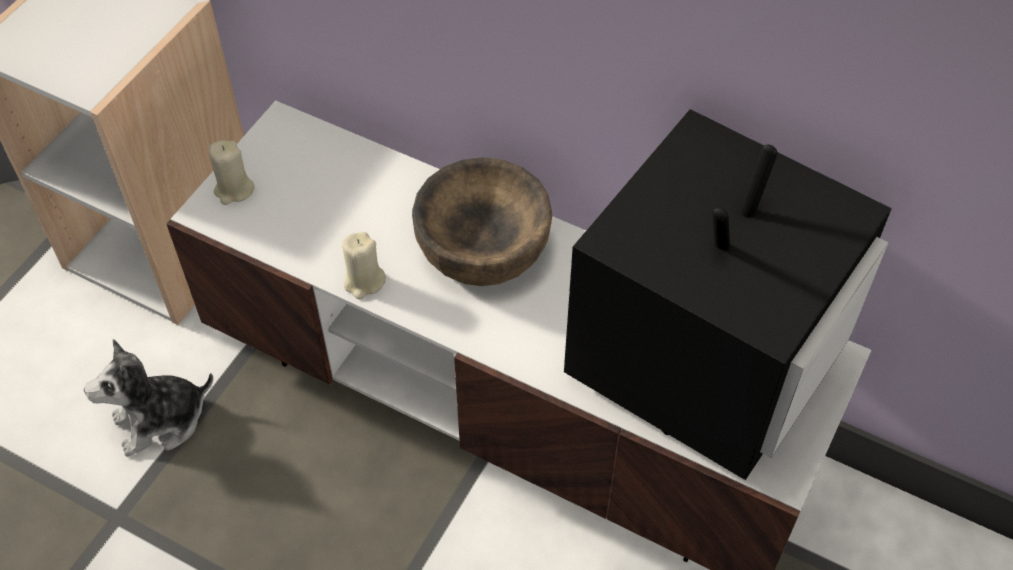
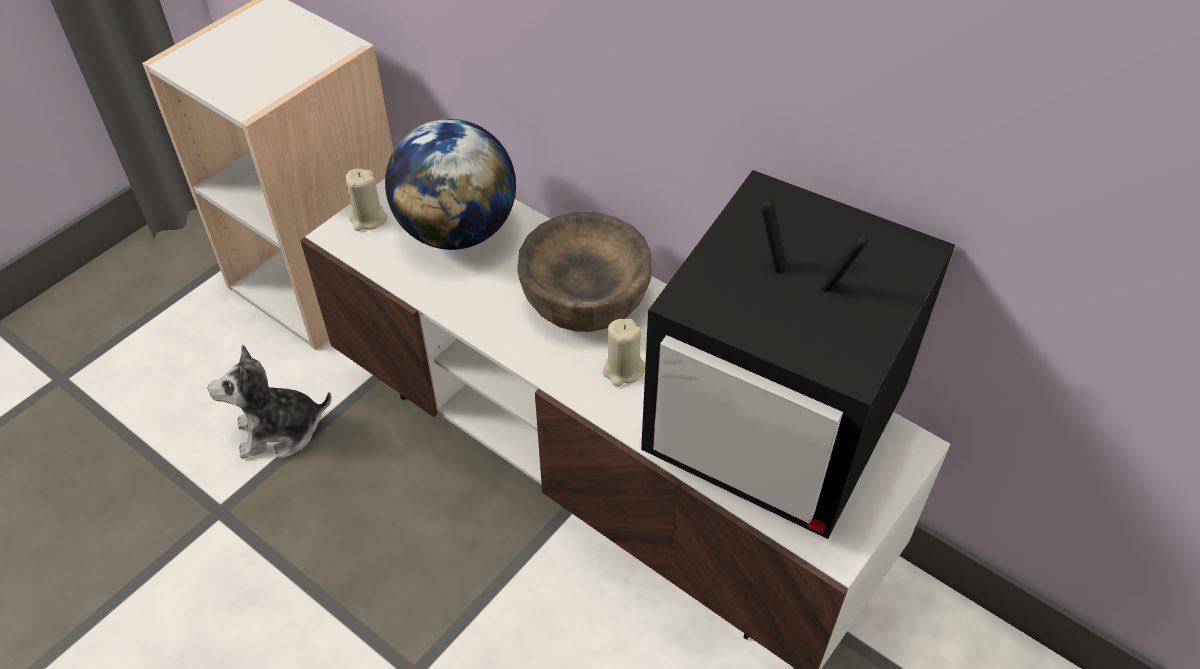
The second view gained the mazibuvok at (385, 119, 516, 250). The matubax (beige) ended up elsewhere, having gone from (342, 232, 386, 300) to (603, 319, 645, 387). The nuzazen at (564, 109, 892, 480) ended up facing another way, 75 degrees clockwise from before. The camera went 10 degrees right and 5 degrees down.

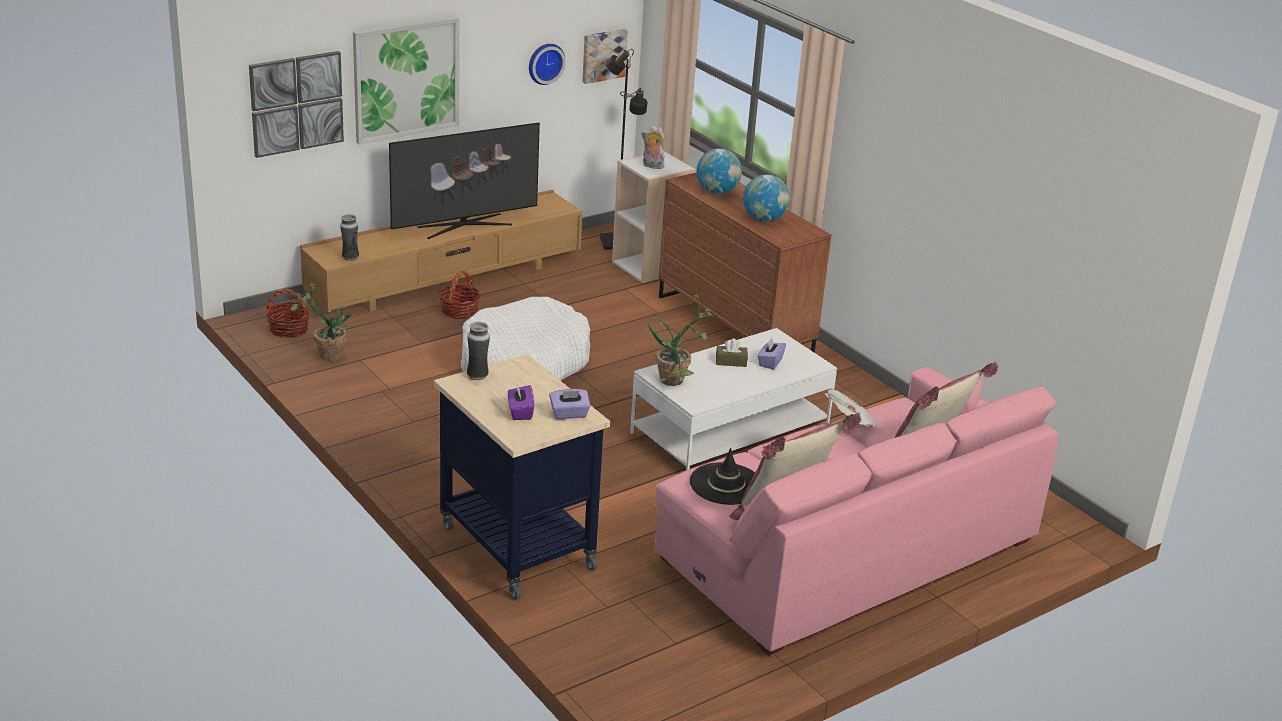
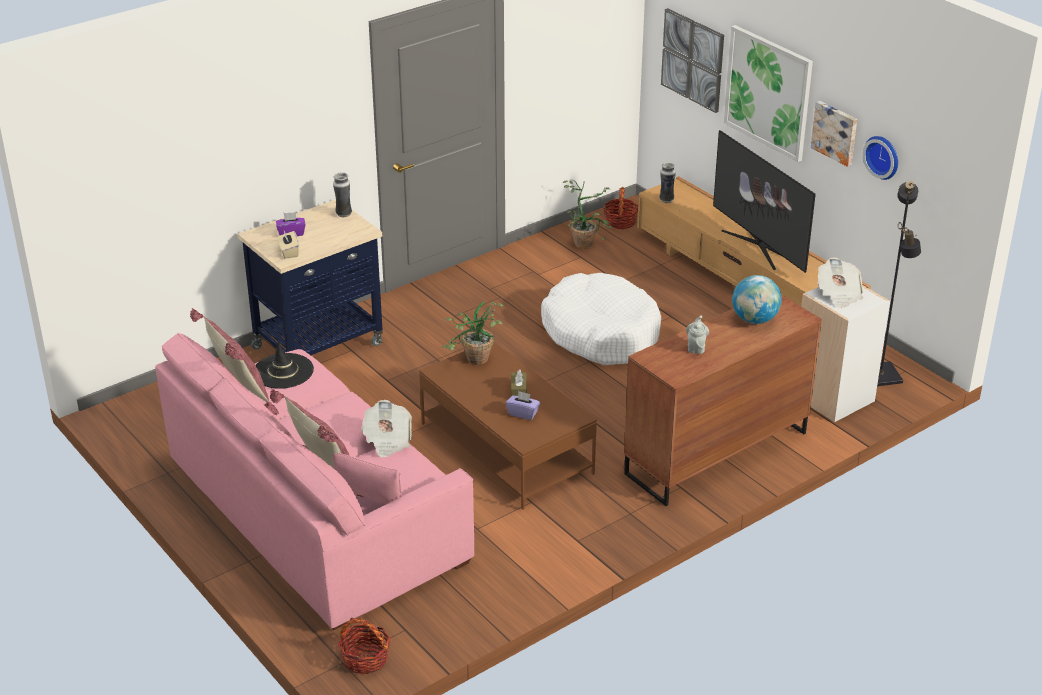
The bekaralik ended up elsewhere, having gone from (439, 271, 481, 319) to (338, 618, 390, 674). The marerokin ended up elsewhere, having gone from (583, 29, 628, 84) to (811, 101, 857, 167). Where the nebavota stood at (641, 126, 667, 169), the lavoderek came to stand at (817, 257, 863, 308). Where the mazibuvok stood at (743, 175, 790, 222), the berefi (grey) came to stand at (686, 315, 709, 354). What was the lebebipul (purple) at (549, 389, 590, 419) turned into the lebebipul (beige) at (278, 231, 299, 259). What was the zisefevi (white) at (630, 328, 837, 471) turned into the zisefevi (brown) at (419, 342, 597, 510). The camera went 90 degrees right and 5 degrees up.

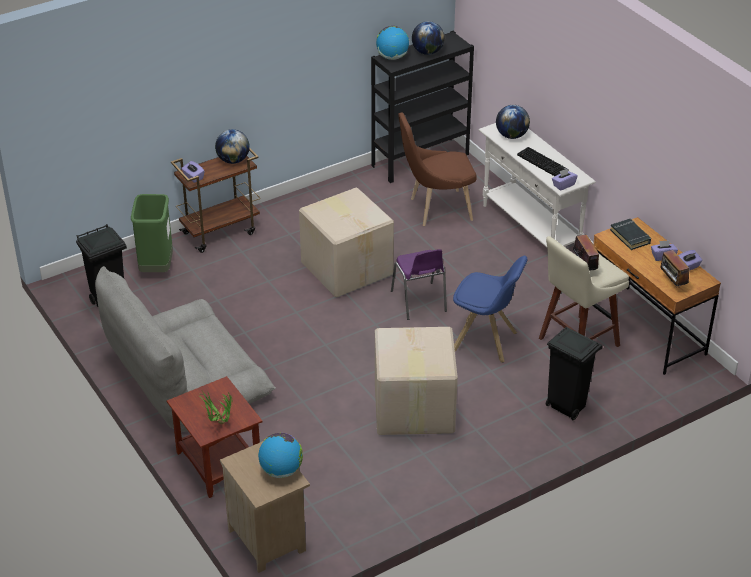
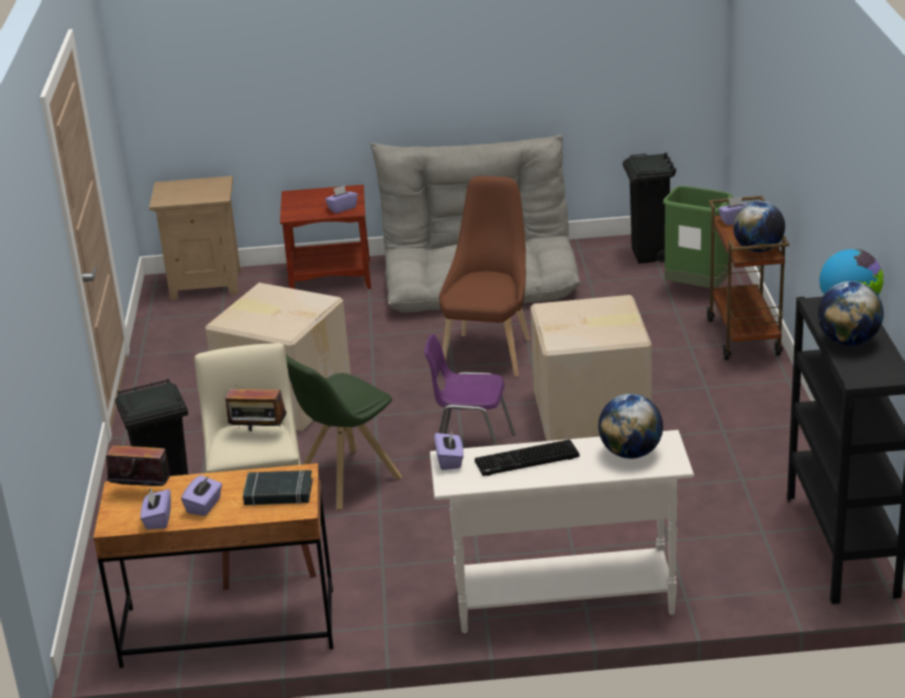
The second view lost the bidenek at (201, 391, 232, 424). The second view lost the mazibuvok at (258, 433, 303, 478). The second view gained the lebebipul (purple) at (325, 185, 358, 213). The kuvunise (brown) ended up elsewhere, having gone from (398, 112, 477, 226) to (439, 176, 530, 377). What was the kuvunise (blue) at (453, 256, 527, 363) turned into the kuvunise (green) at (286, 355, 402, 510). The camera went 120 degrees right and 10 degrees down.

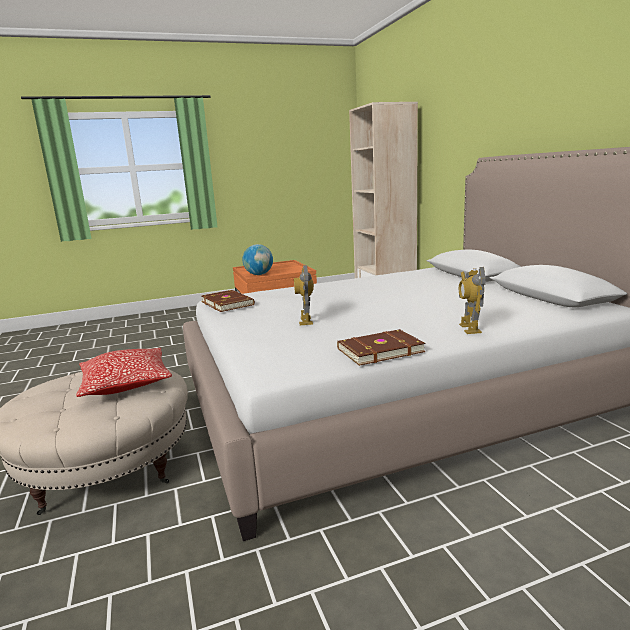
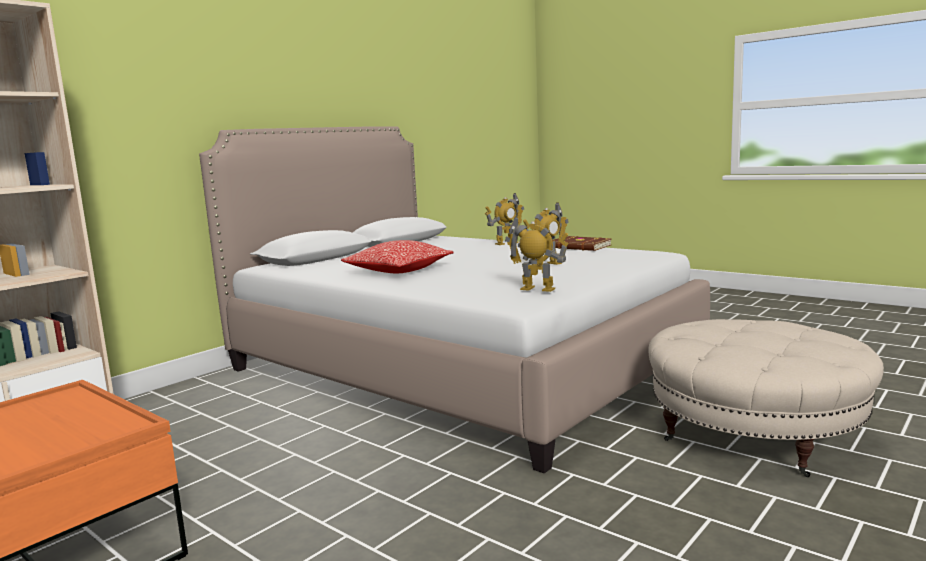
The second view lost the mazibuvok at (242, 244, 273, 275). The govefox ended up elsewhere, having gone from (77, 348, 172, 397) to (341, 240, 454, 273). Where the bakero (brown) stood at (202, 290, 255, 312), the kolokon came to stand at (505, 216, 569, 292). The camera went 120 degrees left and 5 degrees down.

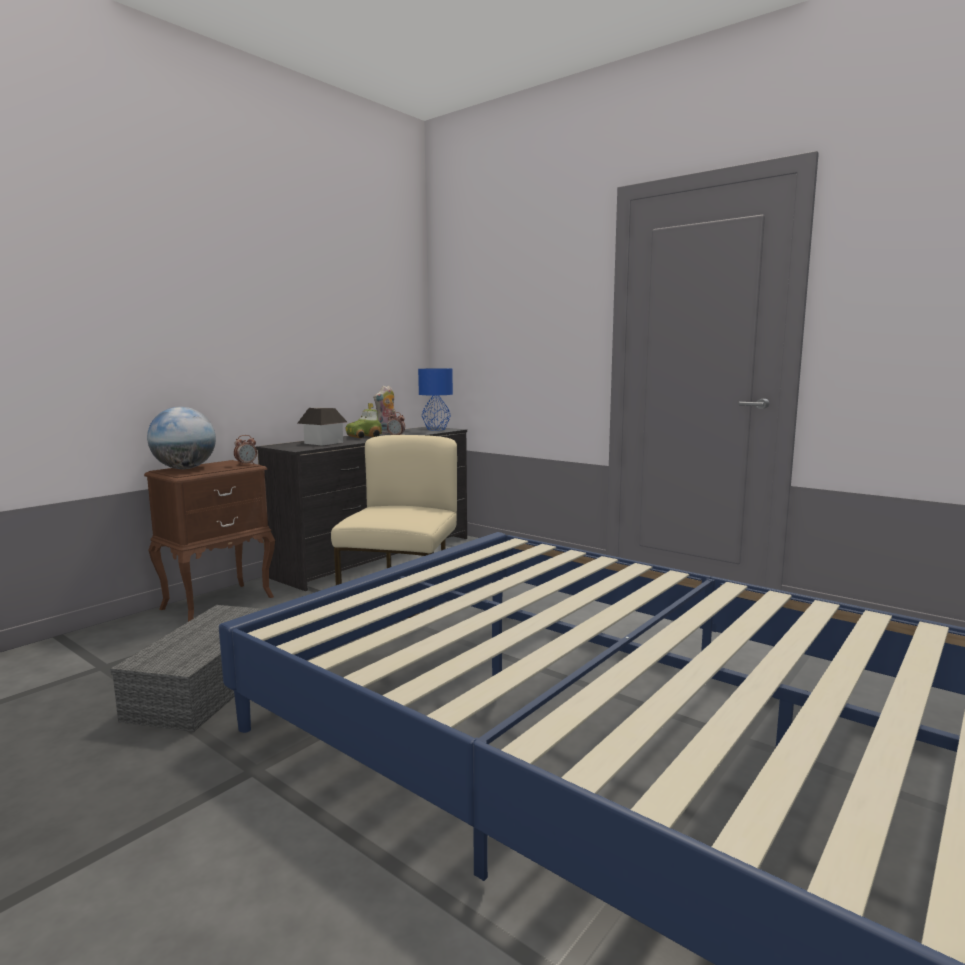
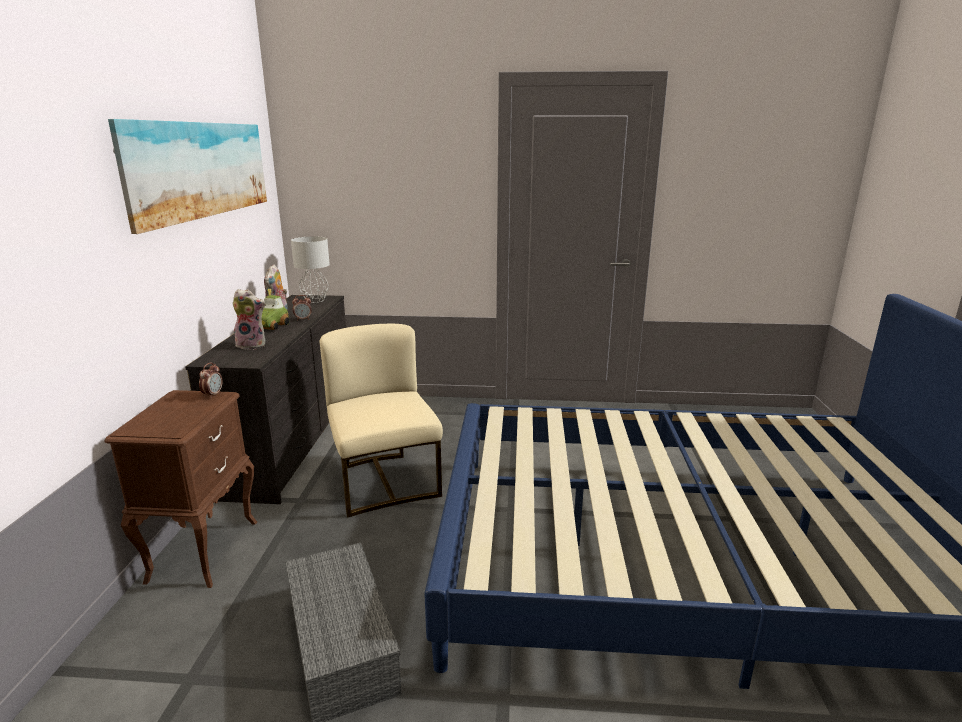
The second view lost the mazibuvok at (147, 407, 216, 469). The second view gained the marerokin at (108, 119, 267, 234). Where the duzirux stood at (297, 408, 348, 446), the nebavota came to stand at (232, 289, 265, 350). What was the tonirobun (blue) at (418, 368, 453, 430) turned into the tonirobun (grey) at (291, 236, 330, 303). The camera went 35 degrees left and 10 degrees up.

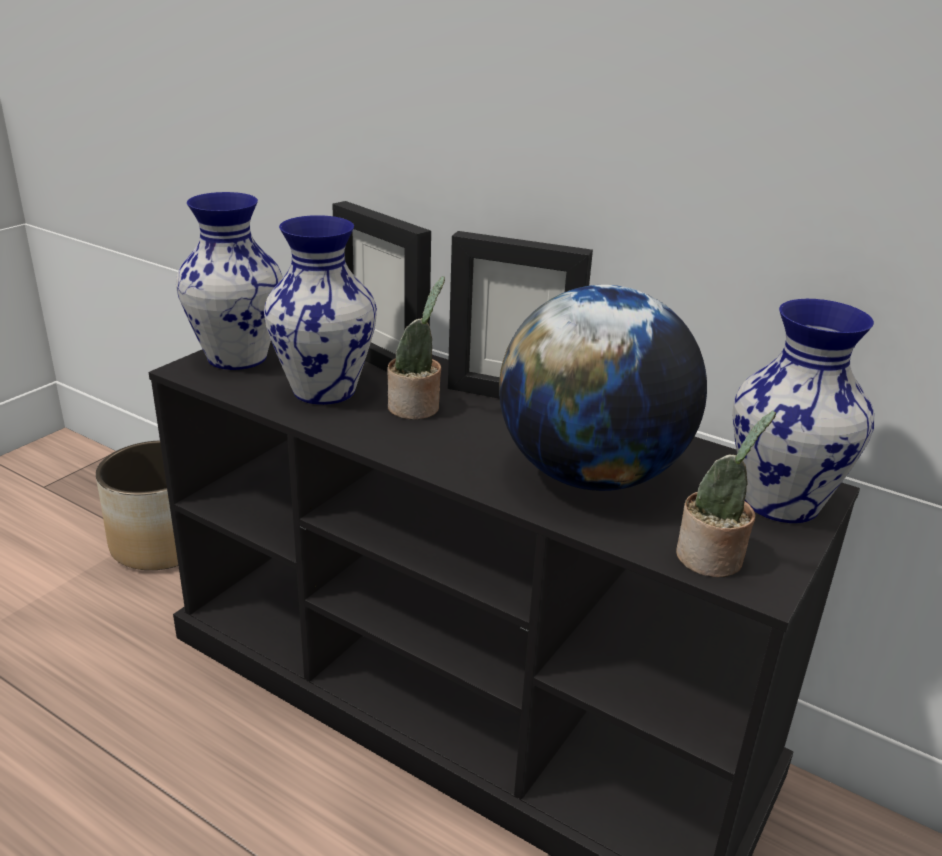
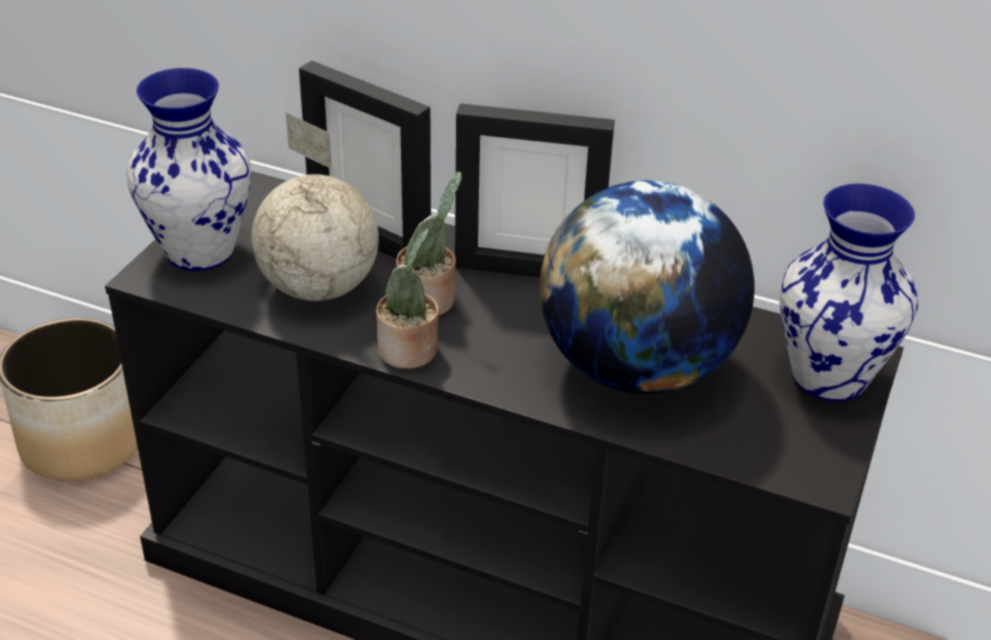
The bidenek ended up elsewhere, having gone from (676, 411, 776, 577) to (376, 229, 439, 369). Where the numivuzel stood at (264, 215, 377, 405), the mazibuvok came to stand at (252, 112, 379, 301). The camera went 10 degrees left and 10 degrees up.

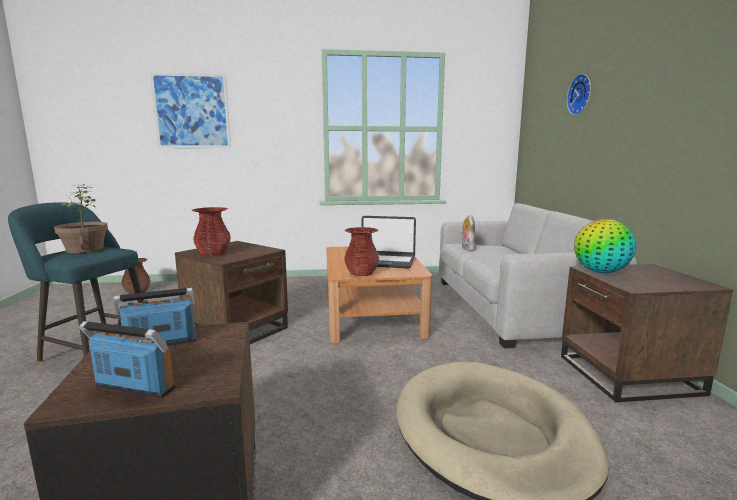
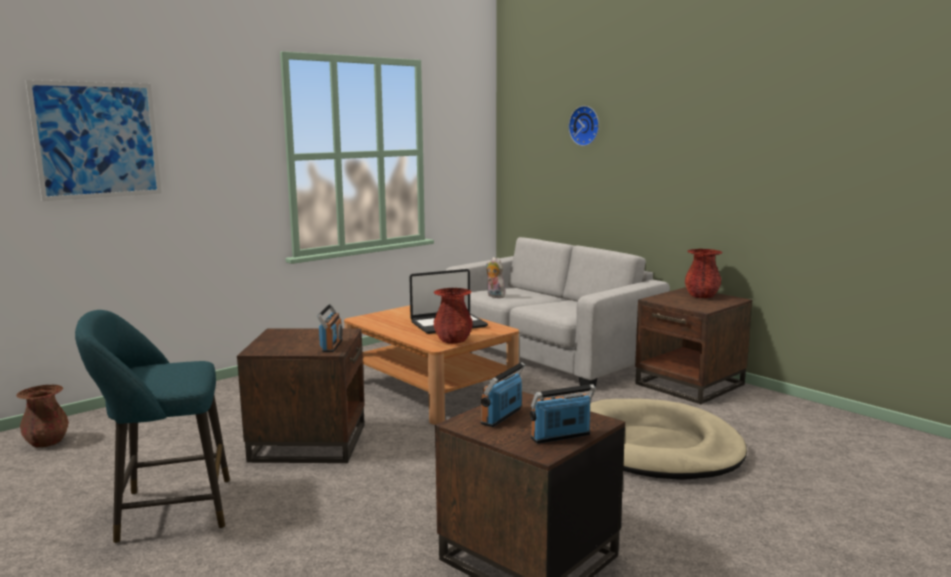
The second view lost the bidenek at (54, 184, 108, 253). The second view lost the mazibuvok at (574, 219, 636, 273). The second view gained the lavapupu at (317, 304, 343, 352). The numivuzel (red) ended up elsewhere, having gone from (192, 207, 231, 256) to (685, 249, 723, 298). The camera went 35 degrees left and 0 degrees up.

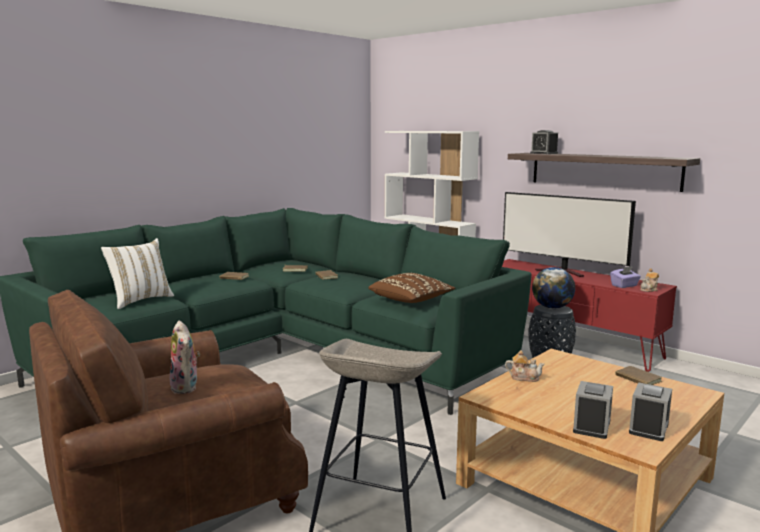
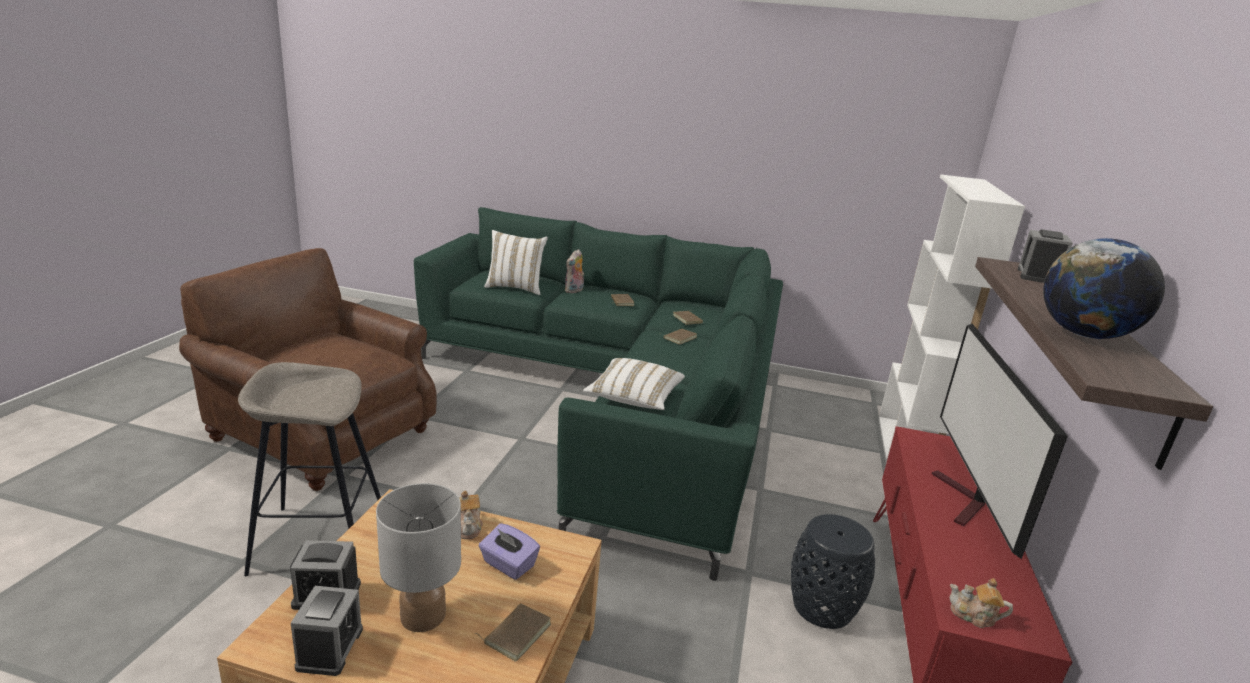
The second view gained the tonirobun (grey) at (376, 483, 461, 632). The nebavota ended up elsewhere, having gone from (170, 321, 200, 394) to (564, 249, 584, 293). The mazibuvok ended up elsewhere, having gone from (532, 267, 575, 309) to (1043, 238, 1165, 339). The lebebipul (purple) ended up elsewhere, having gone from (610, 266, 641, 288) to (479, 524, 540, 580). What was the govefox (brown) at (368, 273, 455, 303) turned into the govefox (white) at (583, 358, 685, 410). The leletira at (629, 383, 672, 441) ended up facing another way, 90 degrees counterclockwise from before. The camera went 60 degrees right and 10 degrees up.

